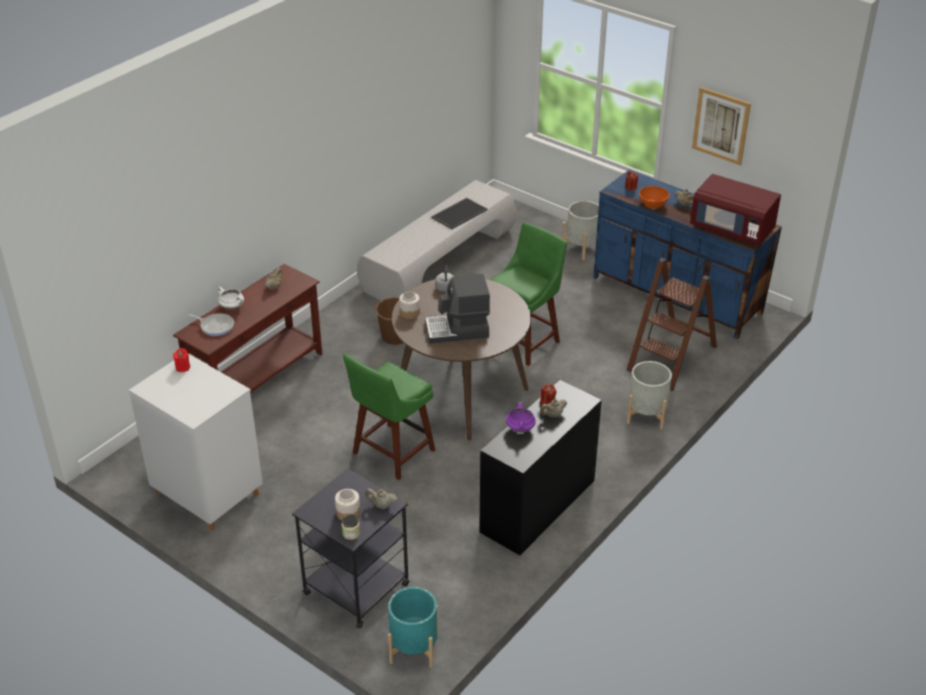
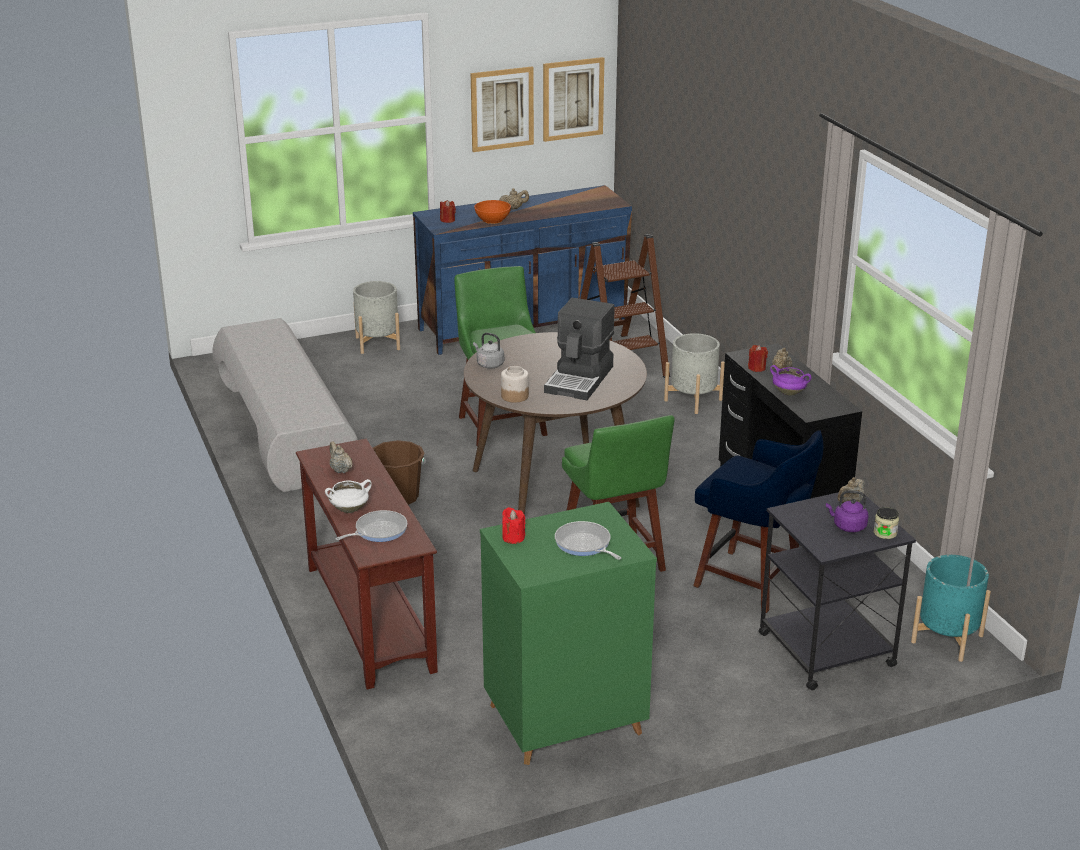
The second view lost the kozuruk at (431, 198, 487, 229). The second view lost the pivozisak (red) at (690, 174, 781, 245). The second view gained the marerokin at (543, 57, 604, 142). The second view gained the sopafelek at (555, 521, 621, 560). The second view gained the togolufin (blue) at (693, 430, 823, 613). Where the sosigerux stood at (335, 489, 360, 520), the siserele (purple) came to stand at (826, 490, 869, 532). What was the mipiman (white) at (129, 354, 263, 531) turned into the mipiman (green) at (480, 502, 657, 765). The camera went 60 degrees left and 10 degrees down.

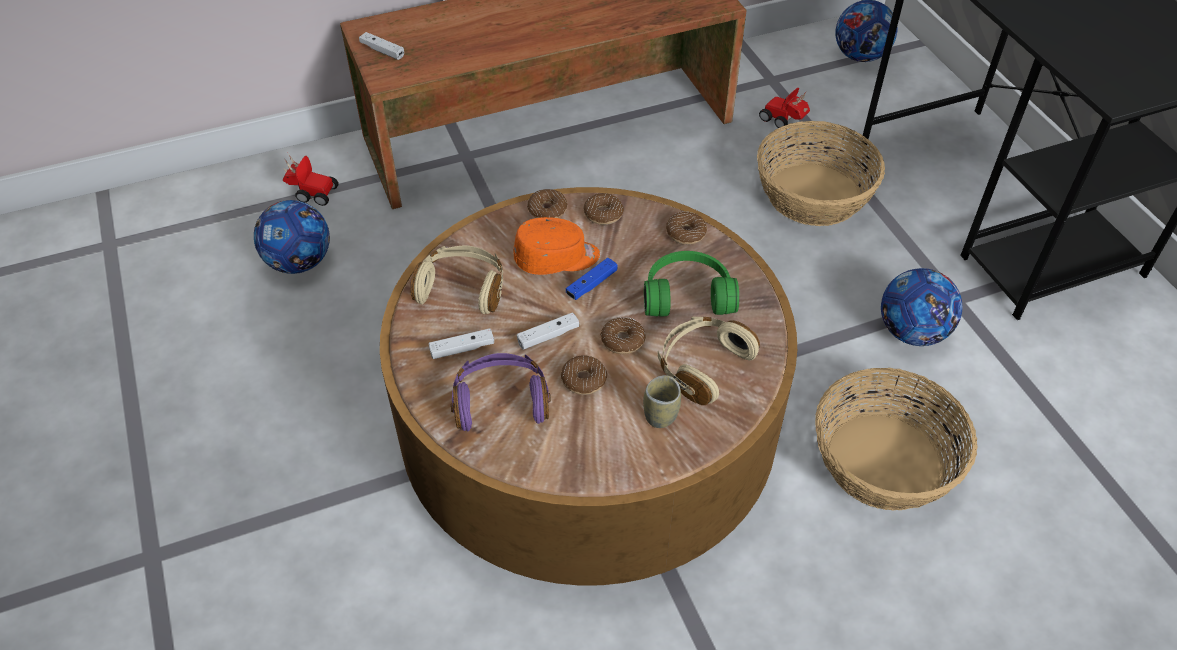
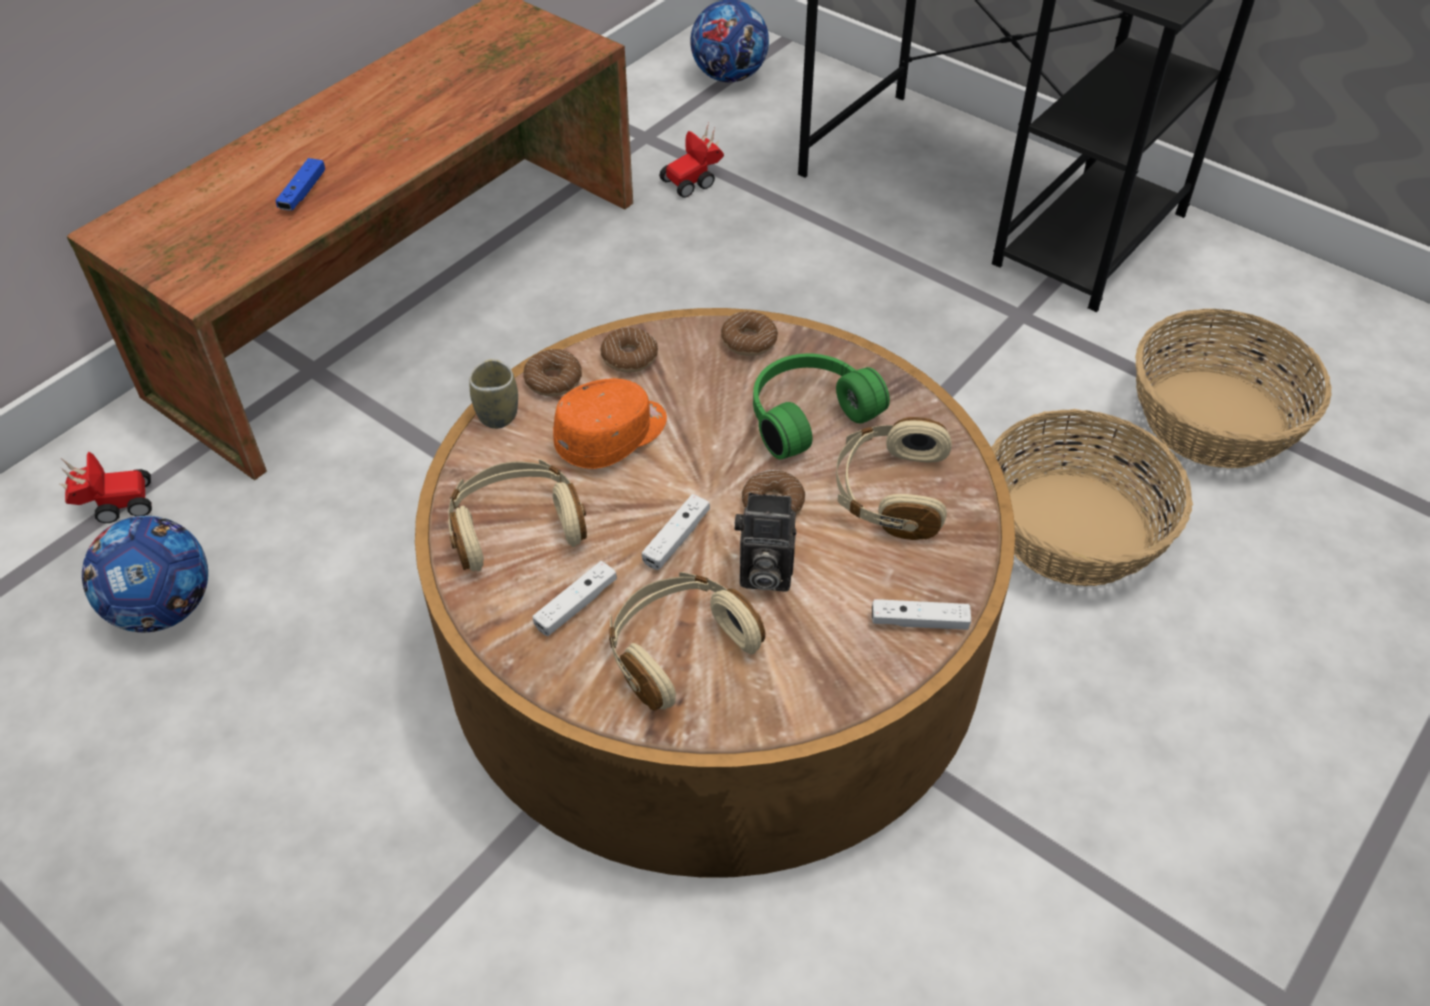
The second view lost the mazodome at (881, 268, 963, 346). The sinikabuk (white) ended up elsewhere, having gone from (359, 32, 404, 60) to (872, 599, 971, 630). The sinikabuk (blue) ended up elsewhere, having gone from (566, 258, 617, 300) to (275, 158, 325, 211). The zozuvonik ended up elsewhere, having gone from (643, 375, 681, 428) to (469, 359, 518, 429). The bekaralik ended up elsewhere, having gone from (757, 121, 885, 226) to (1135, 309, 1332, 468). Where the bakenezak stood at (561, 355, 607, 395), the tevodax came to stand at (735, 493, 796, 591). What was the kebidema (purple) at (451, 353, 551, 431) turned into the kebidema (beige) at (609, 572, 765, 711). The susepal at (759, 88, 810, 128) ended up facing another way, 45 degrees counterclockwise from before. The camera went 30 degrees left and 0 degrees up.

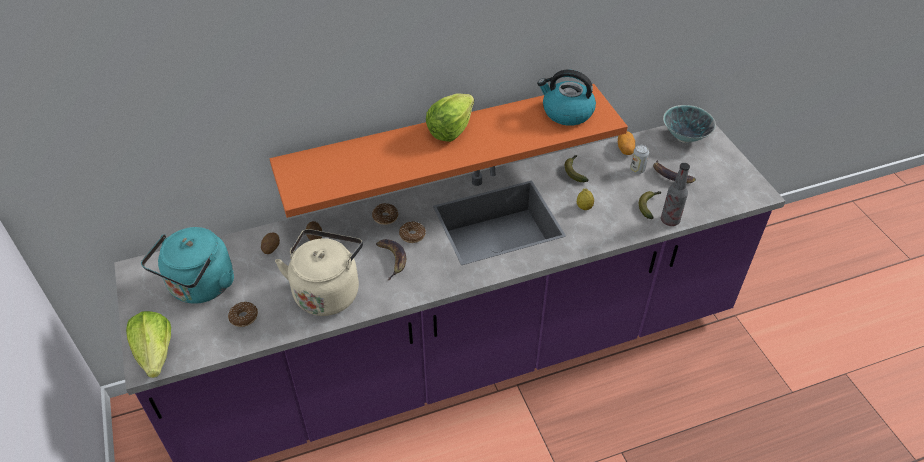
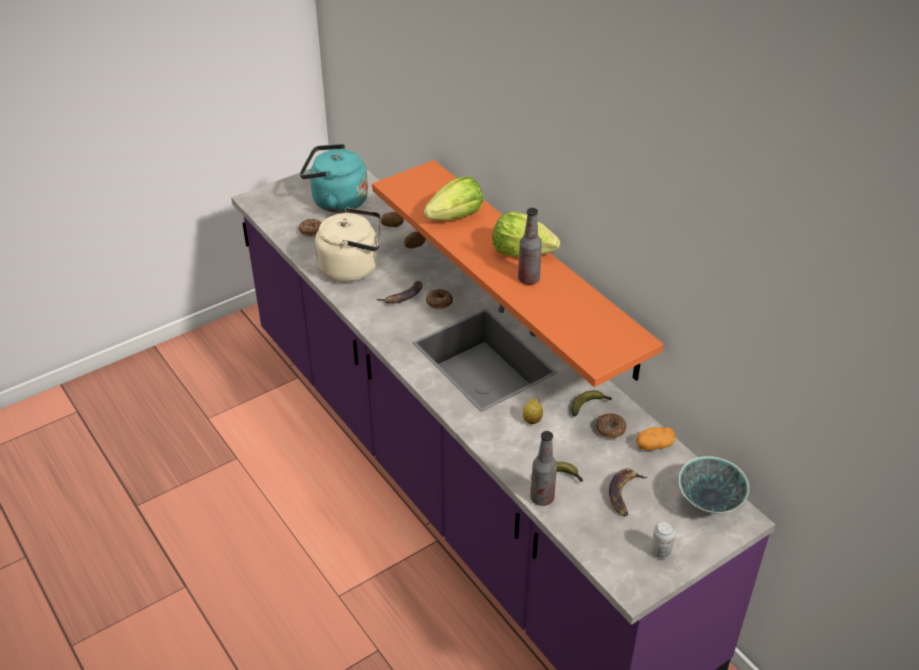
The second view lost the siserele at (537, 70, 596, 126). The second view gained the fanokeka at (518, 208, 542, 285). The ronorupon ended up elsewhere, having gone from (126, 311, 171, 378) to (423, 176, 483, 221). The bakenezak ended up elsewhere, having gone from (372, 203, 398, 225) to (596, 413, 626, 439). The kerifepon ended up elsewhere, having gone from (630, 145, 649, 174) to (651, 521, 676, 559). The camera went 75 degrees right and 5 degrees down.

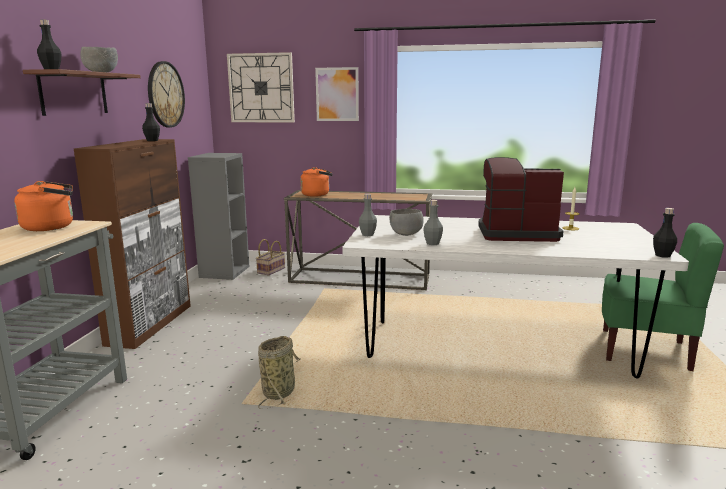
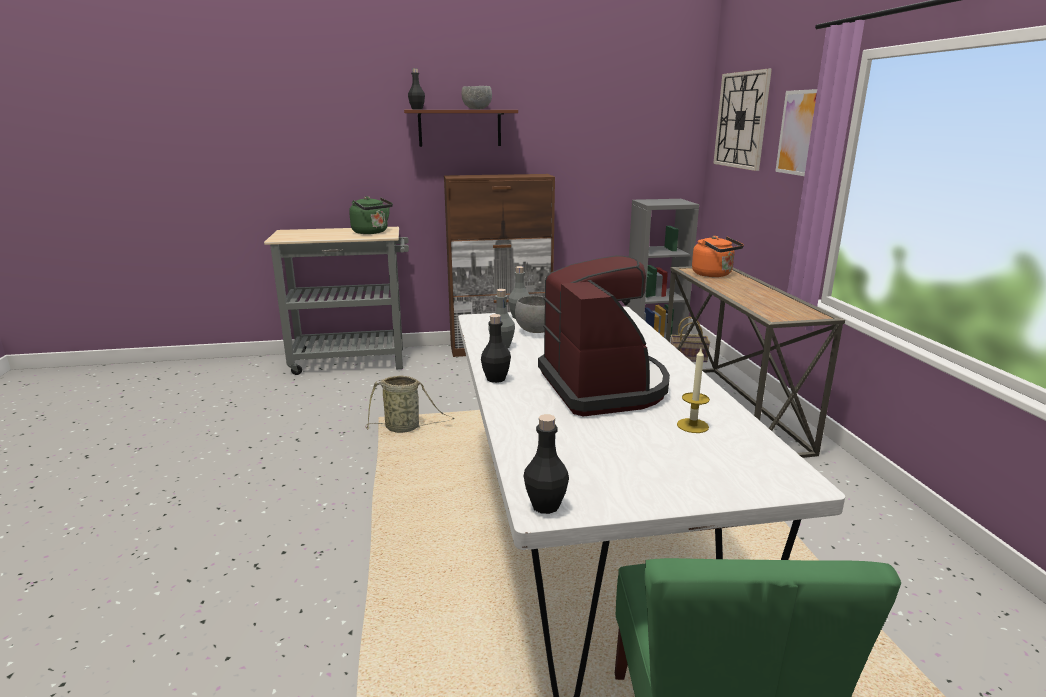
The second view lost the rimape at (148, 61, 185, 127). The fanokeka (black) ended up elsewhere, having gone from (142, 103, 160, 141) to (481, 314, 511, 383). What was the siserele (orange) at (14, 181, 73, 231) turned into the siserele (green) at (349, 196, 393, 234). The camera went 70 degrees right and 5 degrees up.

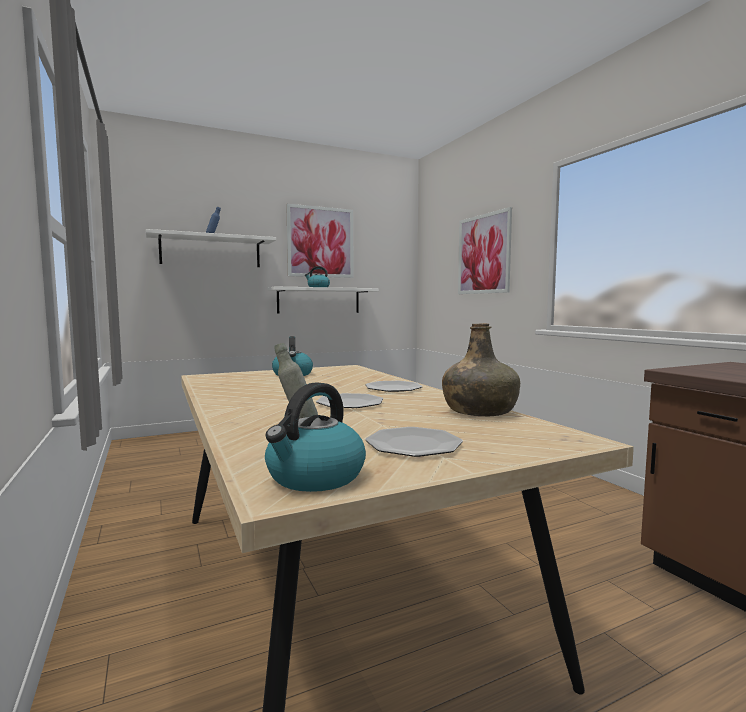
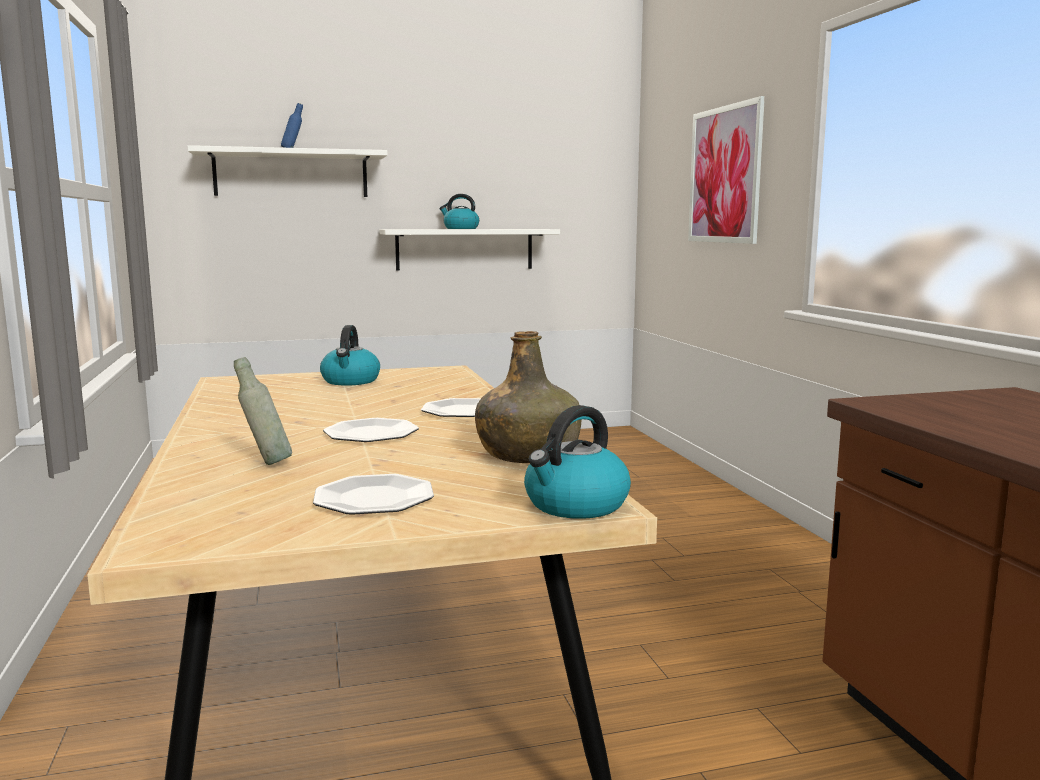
The second view lost the marerokin at (286, 204, 354, 278). The siserele ended up elsewhere, having gone from (265, 382, 366, 492) to (524, 405, 631, 519). The camera went 10 degrees right and 5 degrees up.

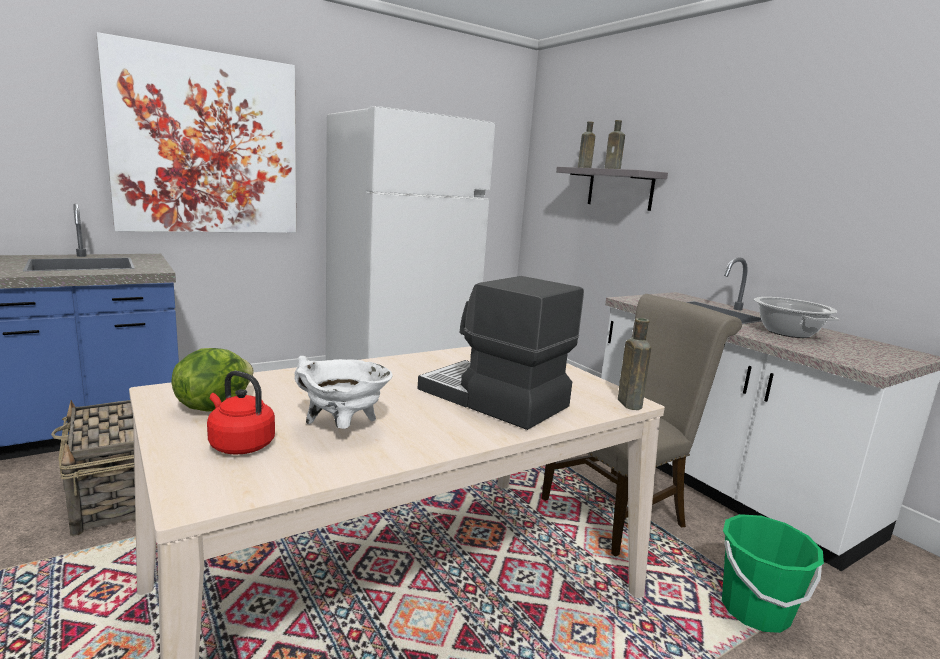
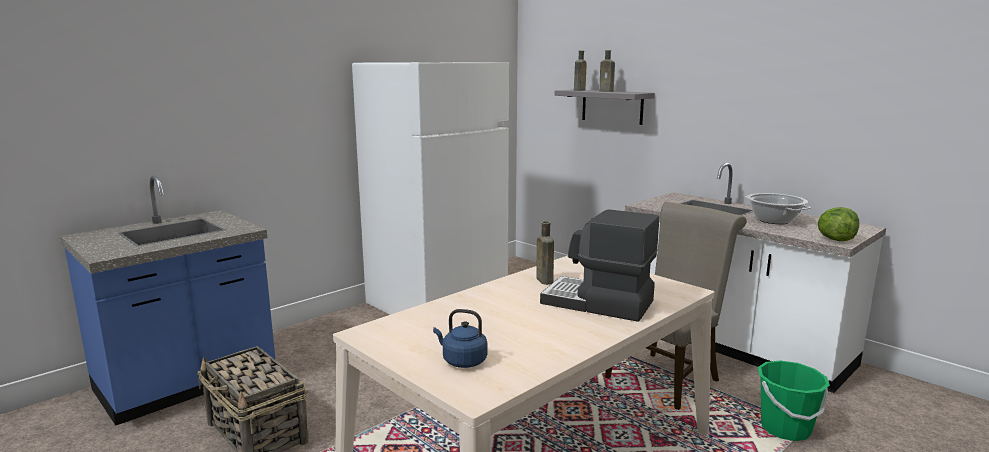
The second view lost the marerokin at (97, 32, 296, 233). The second view lost the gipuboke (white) at (294, 356, 393, 429). The ronorupon ended up elsewhere, having gone from (171, 348, 254, 412) to (818, 207, 859, 241). The fanokeka (brown) ended up elsewhere, having gone from (618, 318, 651, 410) to (536, 221, 554, 285). What was the siserele (red) at (207, 371, 275, 455) turned into the siserele (blue) at (433, 309, 487, 368). The camera went 10 degrees left and 0 degrees up.

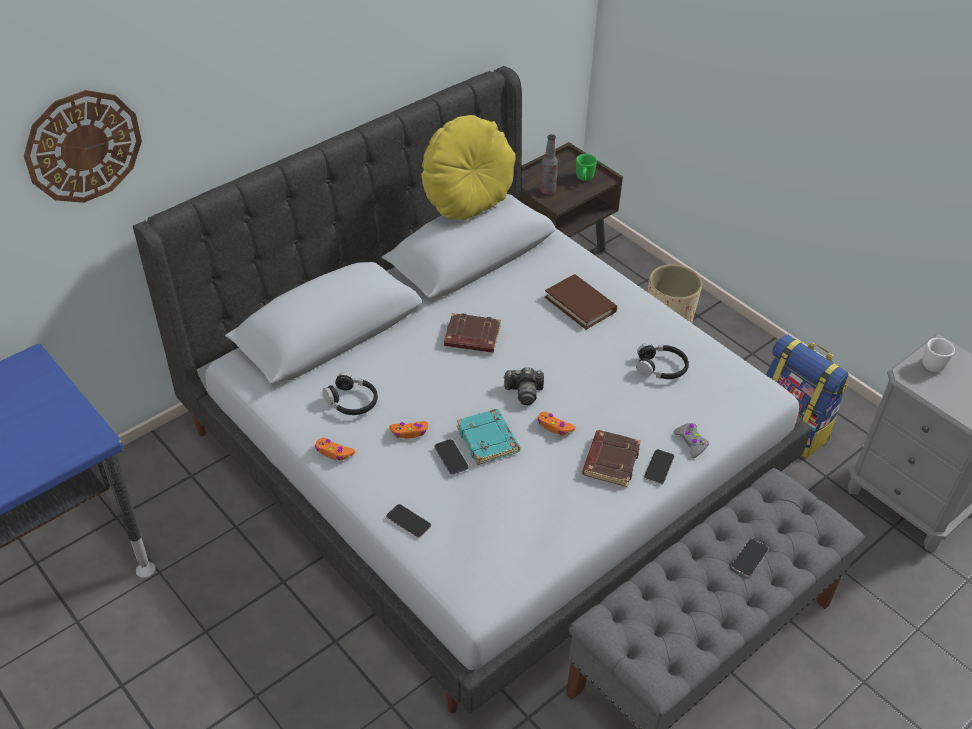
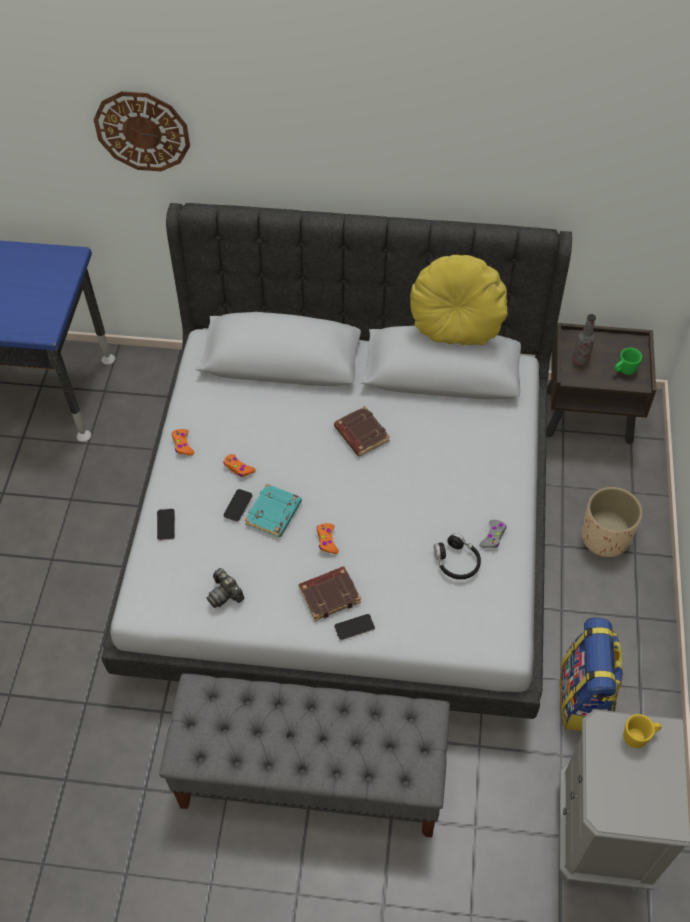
The second view lost the kebidema (black) at (323, 372, 378, 415). The second view lost the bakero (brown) at (545, 274, 617, 330). The second view lost the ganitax at (731, 538, 769, 577). The tevodax ended up elsewhere, having gone from (503, 367, 544, 405) to (207, 568, 244, 608). The sinikabuk (grey) ended up elsewhere, having gone from (674, 423, 709, 458) to (479, 520, 507, 548). What was the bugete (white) at (923, 338, 955, 372) turned into the bugete (yellow) at (623, 714, 662, 748). The camera went 50 degrees right and 10 degrees up.

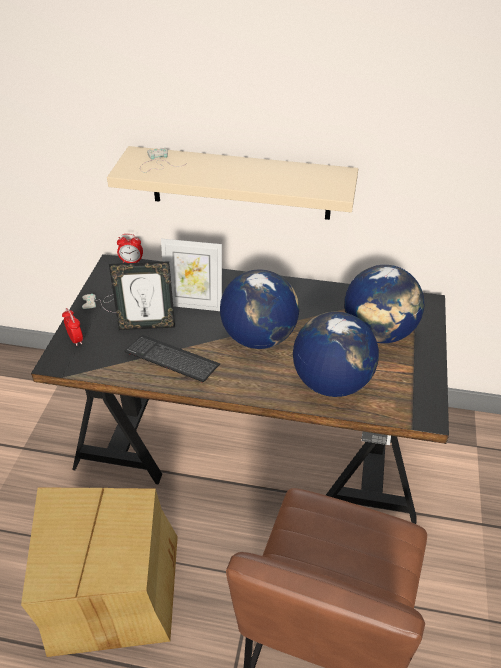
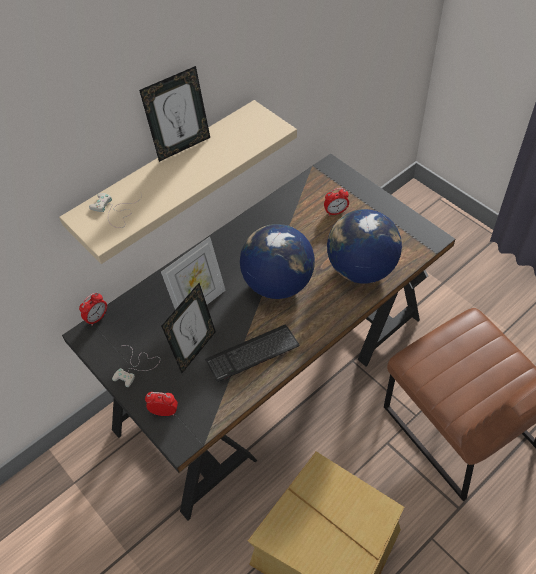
The second view gained the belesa at (139, 66, 210, 162). Where the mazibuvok stood at (344, 265, 424, 343), the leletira came to stand at (324, 188, 349, 216). The camera went 50 degrees left and 10 degrees up.

